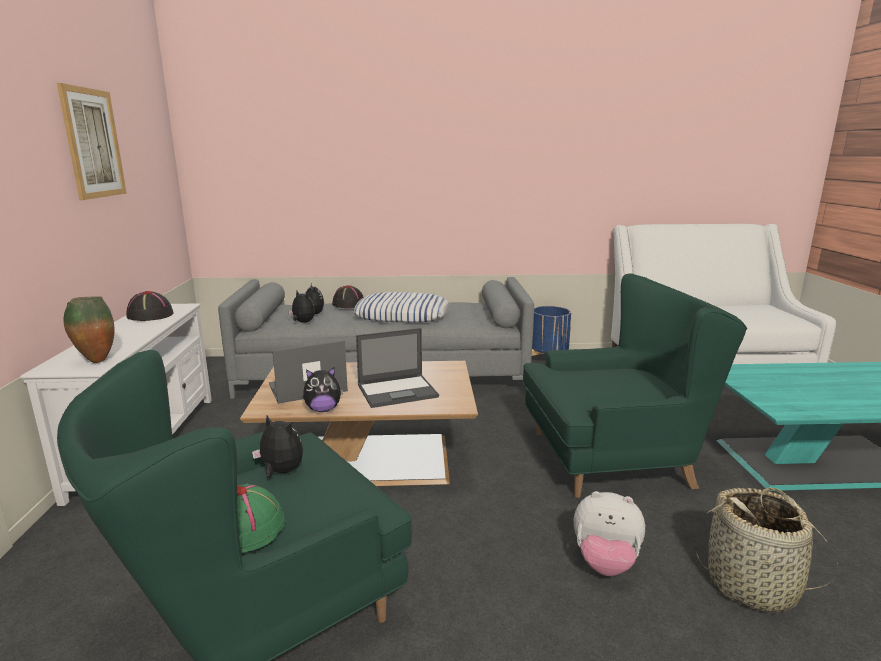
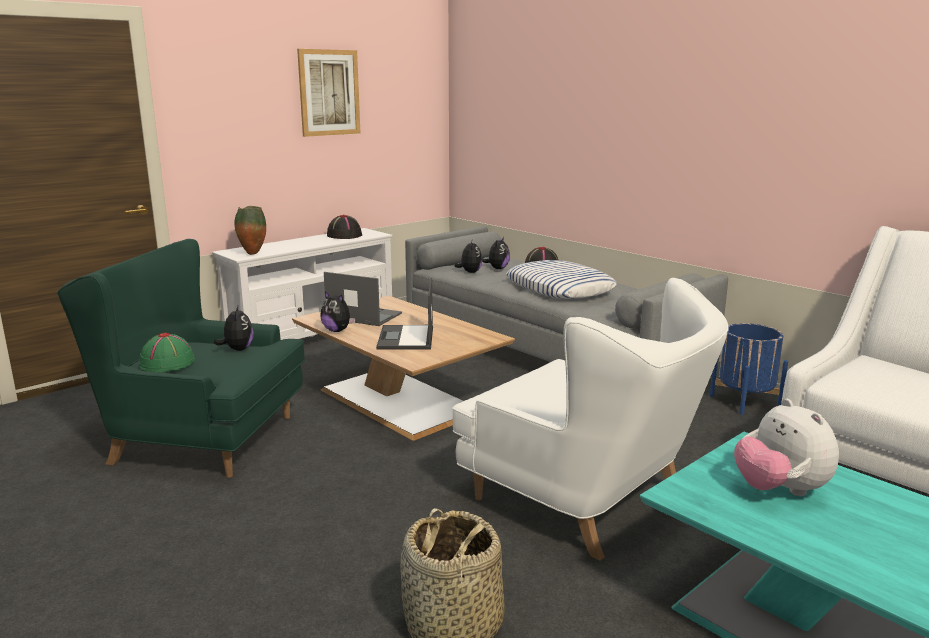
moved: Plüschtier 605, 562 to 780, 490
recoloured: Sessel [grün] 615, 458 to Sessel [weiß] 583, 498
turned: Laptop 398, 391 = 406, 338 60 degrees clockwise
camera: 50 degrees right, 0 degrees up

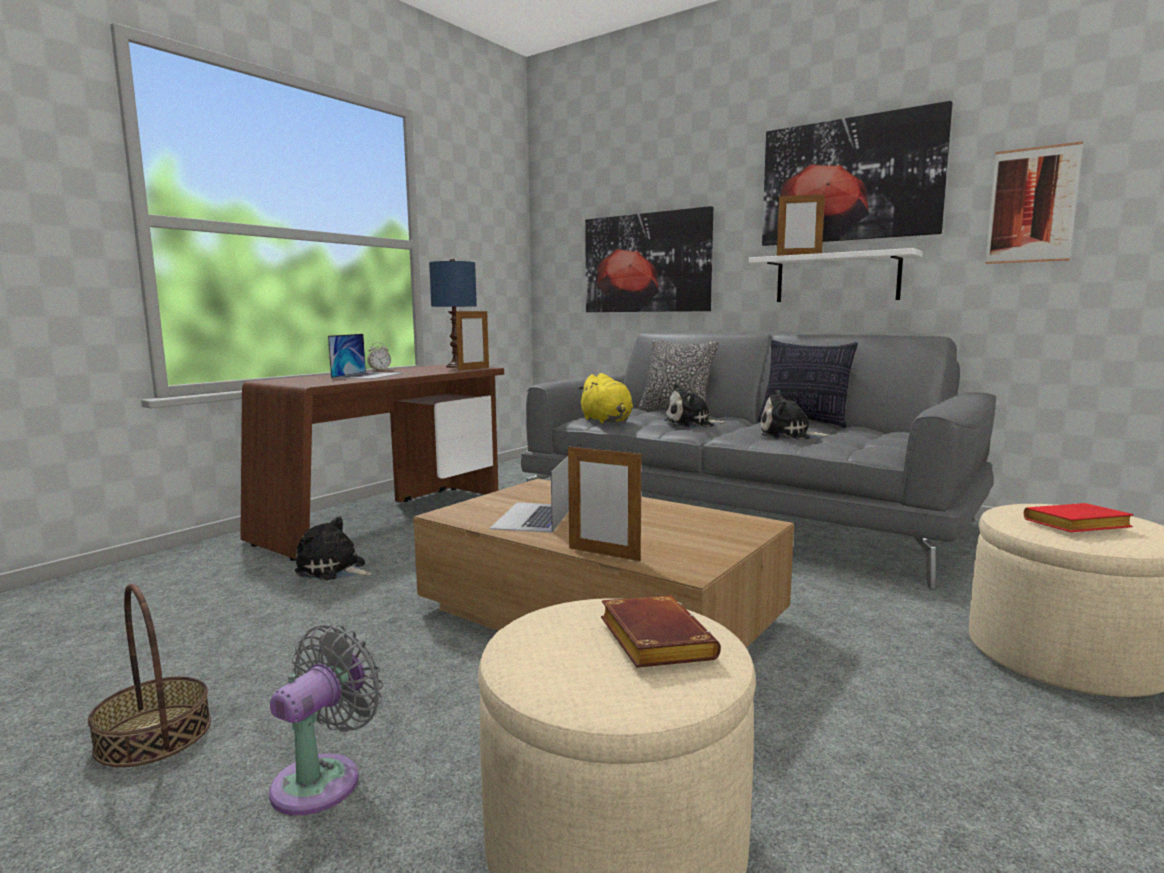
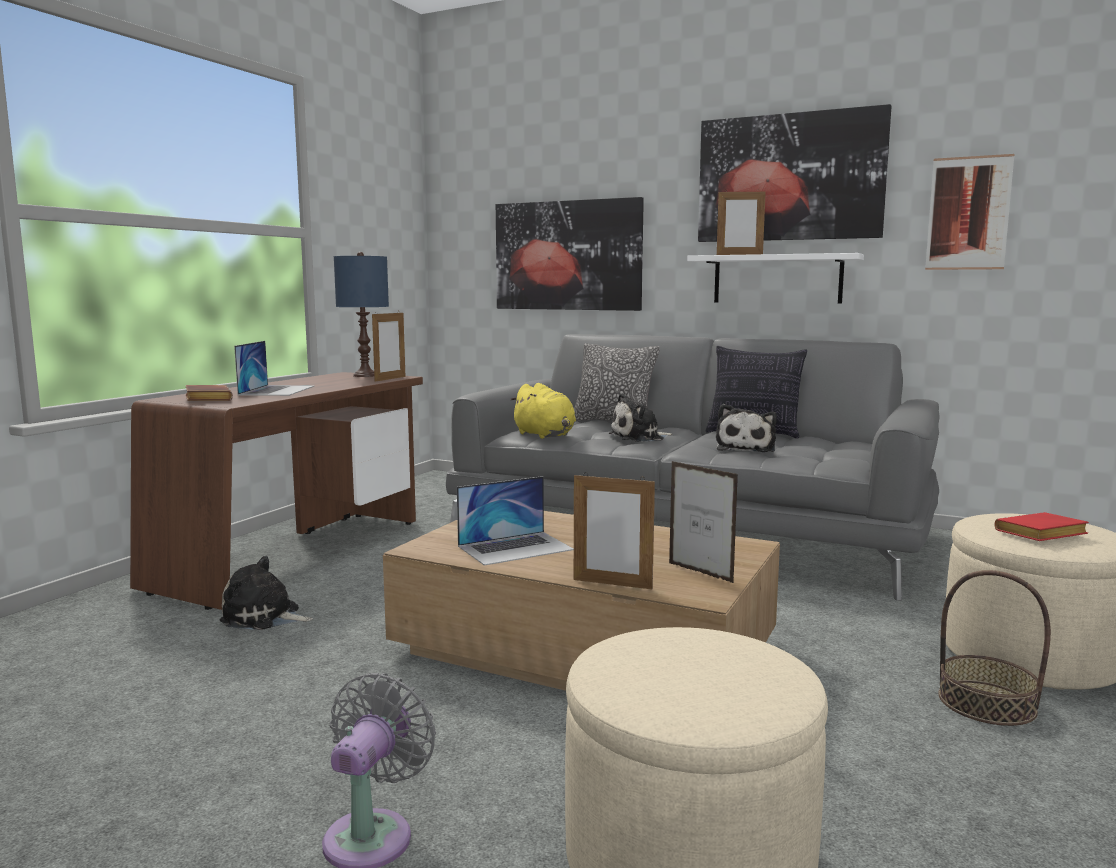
removed: Wecker 379, 370
added: Bilderrahmen 700, 573
moved: Korb 153, 735 to 986, 703; Buch [braun] 651, 640 to 206, 399
turned: Laptop 533, 517 = 515, 548 120 degrees counterclockwise; Plüschtier 788, 435 = 746, 448 75 degrees counterclockwise
camera: 10 degrees left, 0 degrees up

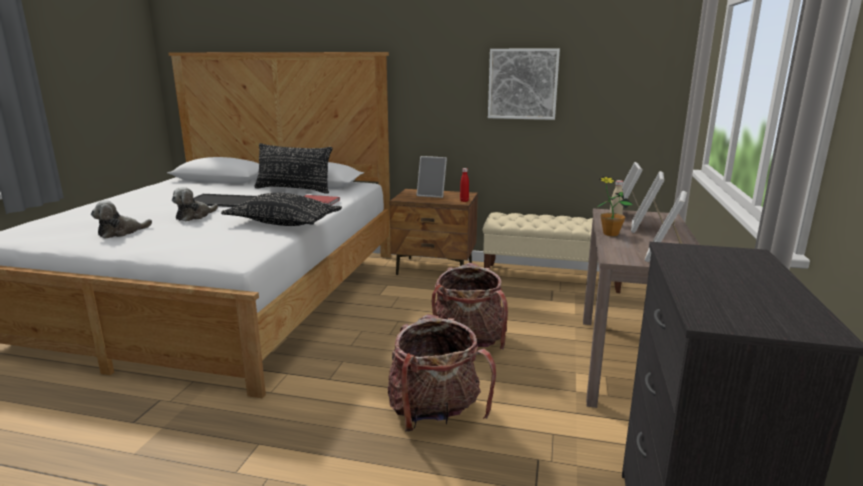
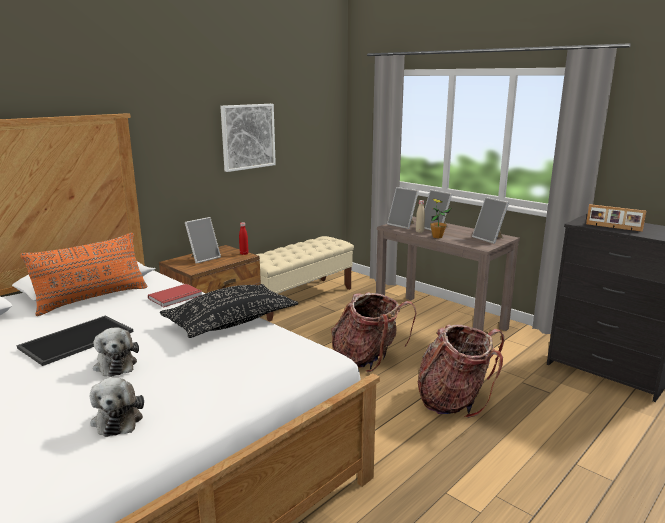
added: Bilderrahmen 613, 227
recoloured: Kissen [schwarz] 294, 189 to Kissen [orange] 92, 299
camera: 60 degrees left, 0 degrees up

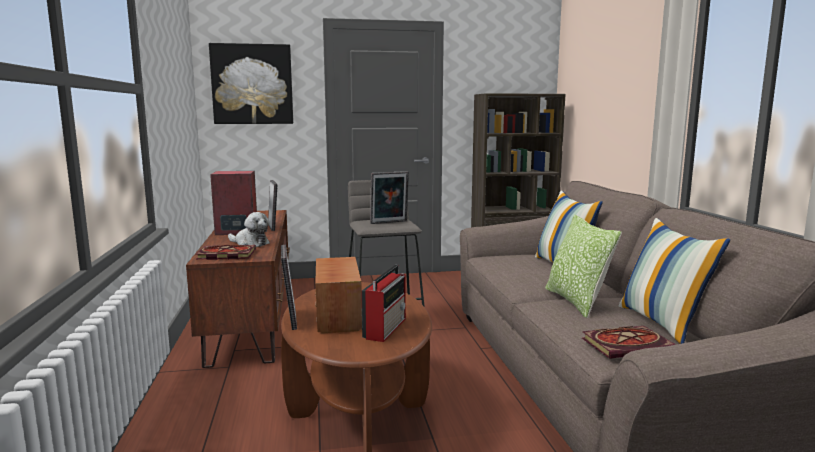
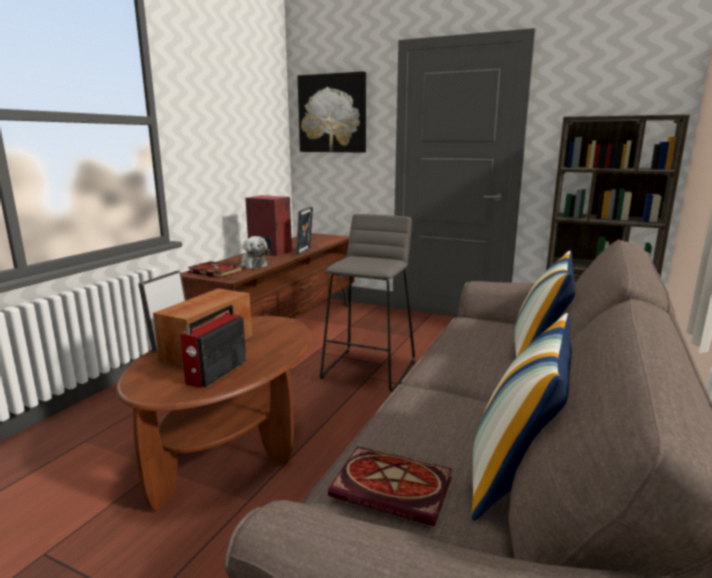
removed: Bilderrahmen 389, 222; Kissen 576, 302
turned: Radio 386, 328 = 215, 372 150 degrees clockwise
camera: 35 degrees right, 5 degrees up

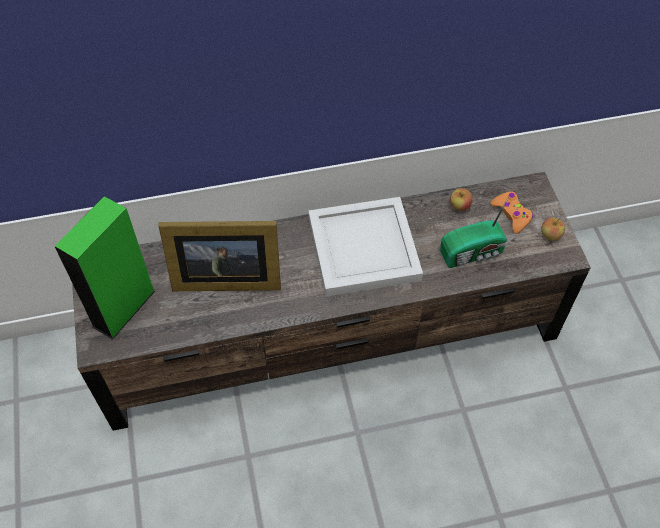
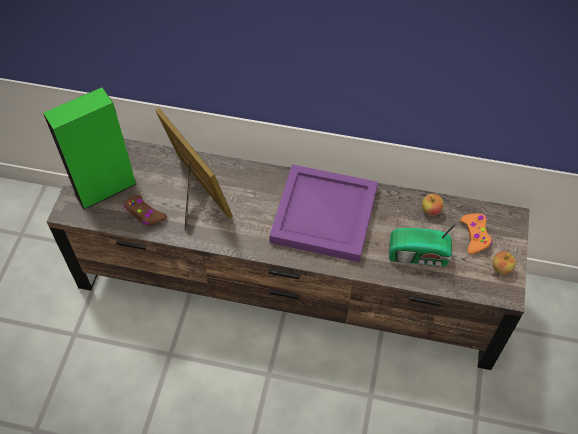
added: Gamepad [braun] 145, 214
recoloured: Tablett [weiß] 365, 247 to Tablett [lila] 326, 214
turned: Bilderrahmen 223, 277 = 195, 194 150 degrees counterclockwise
camera: 25 degrees right, 0 degrees up

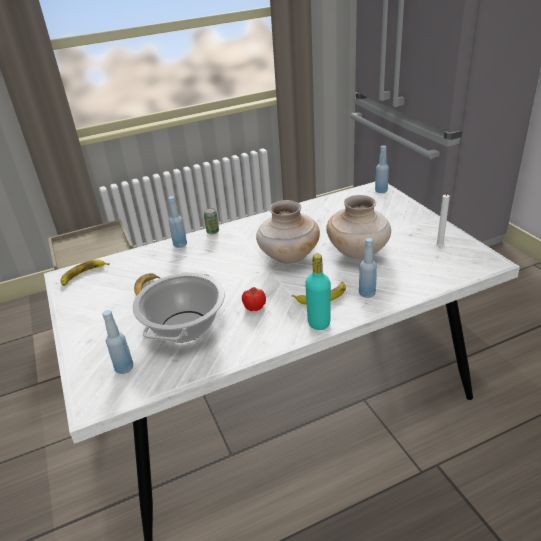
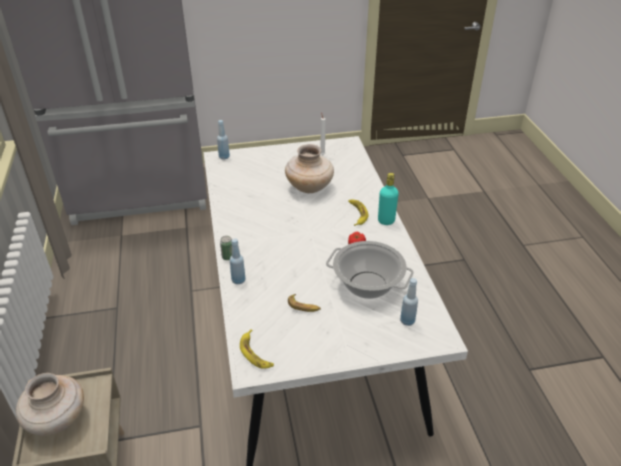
removed: Flasche [blau] 367, 293
moved: Vase [beige] 288, 256 to 57, 420
camera: 80 degrees left, 5 degrees up

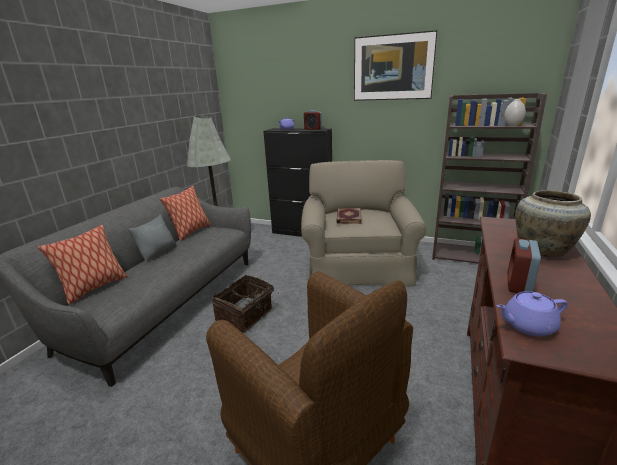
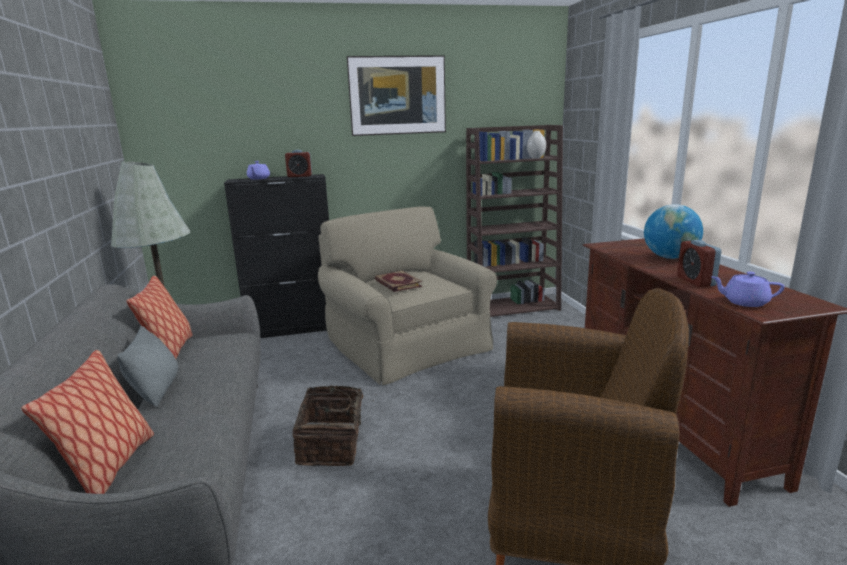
replaced: Vase [beige] 543, 250 to Globus 669, 257
turned: Teekanne [lila] 527, 325 = 744, 302 60 degrees clockwise
camera: 35 degrees left, 5 degrees down

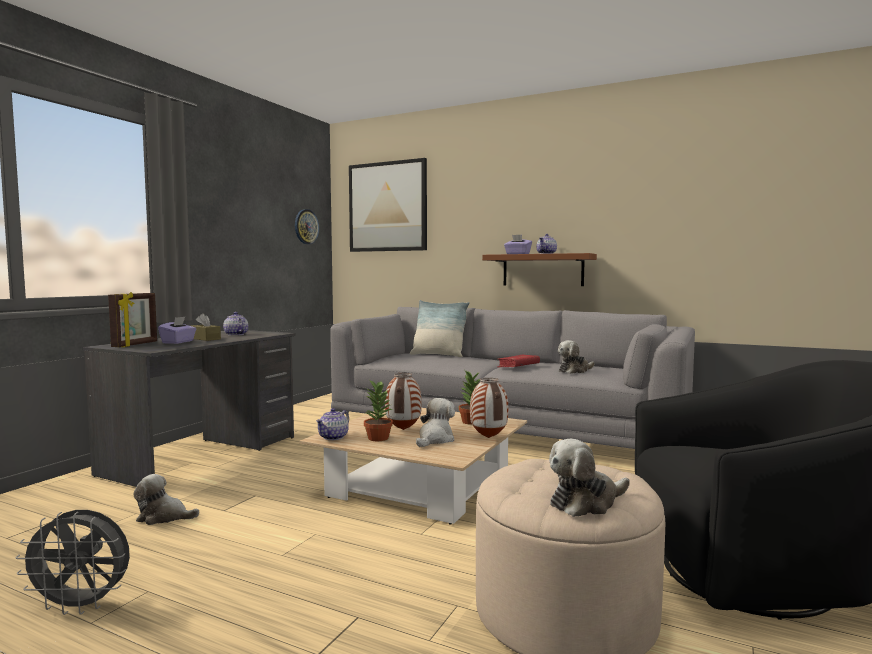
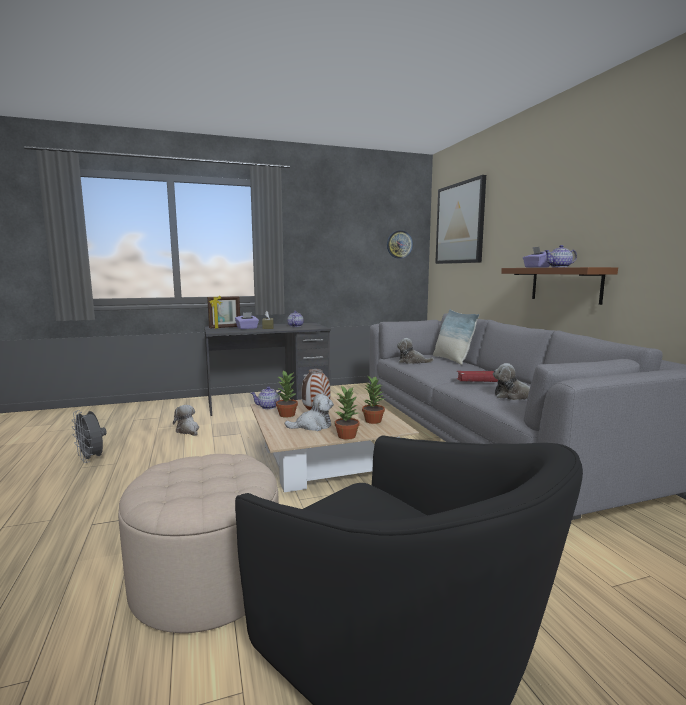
moved: Plüschtier 586, 502 to 412, 362
replaced: Vase 488, 438 to Topfpflanze 347, 436
camera: 45 degrees right, 5 degrees up

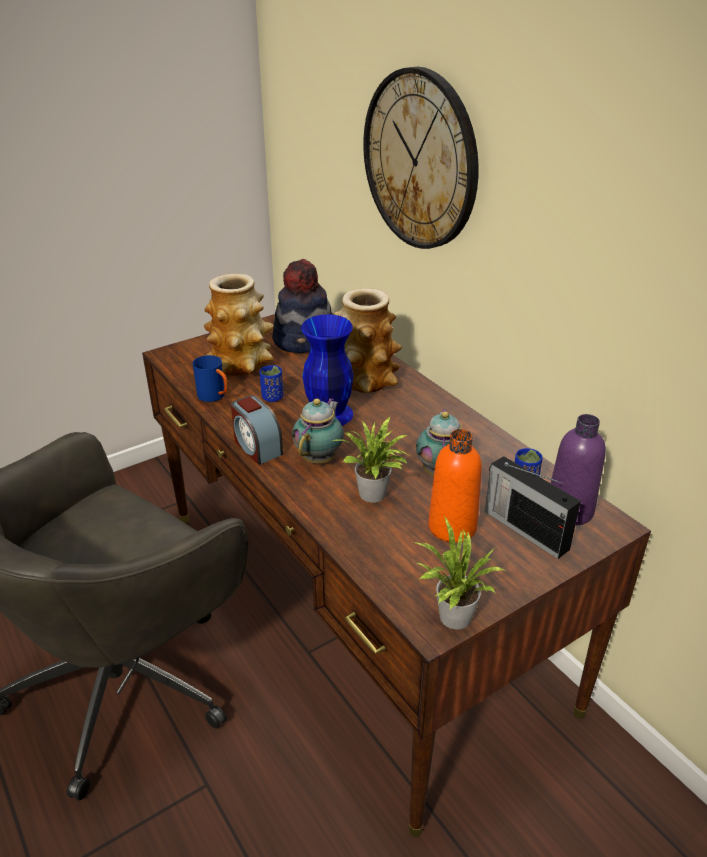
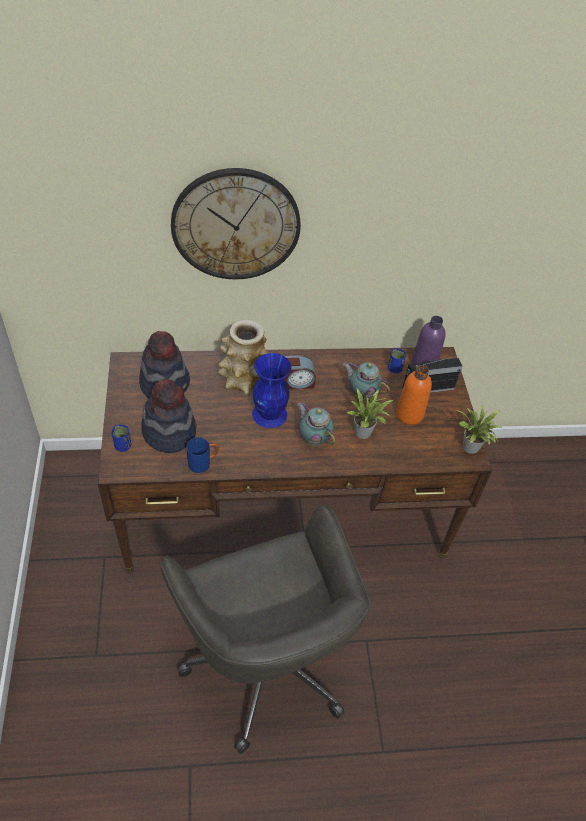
moved: Wecker 257, 447 to 296, 382; Tasse [blau] 272, 397 to 122, 446
replaced: Vase 241, 364 to Hut 169, 432
camera: 65 degrees left, 15 degrees up

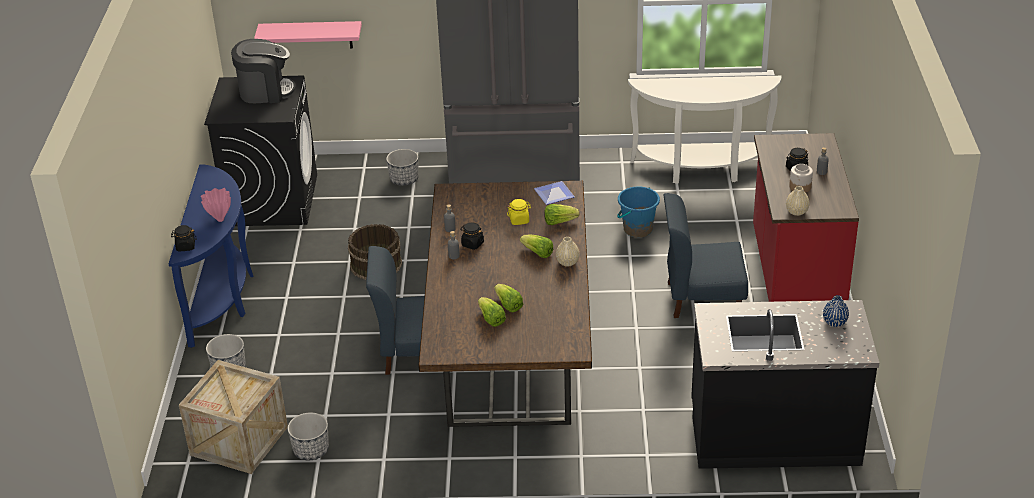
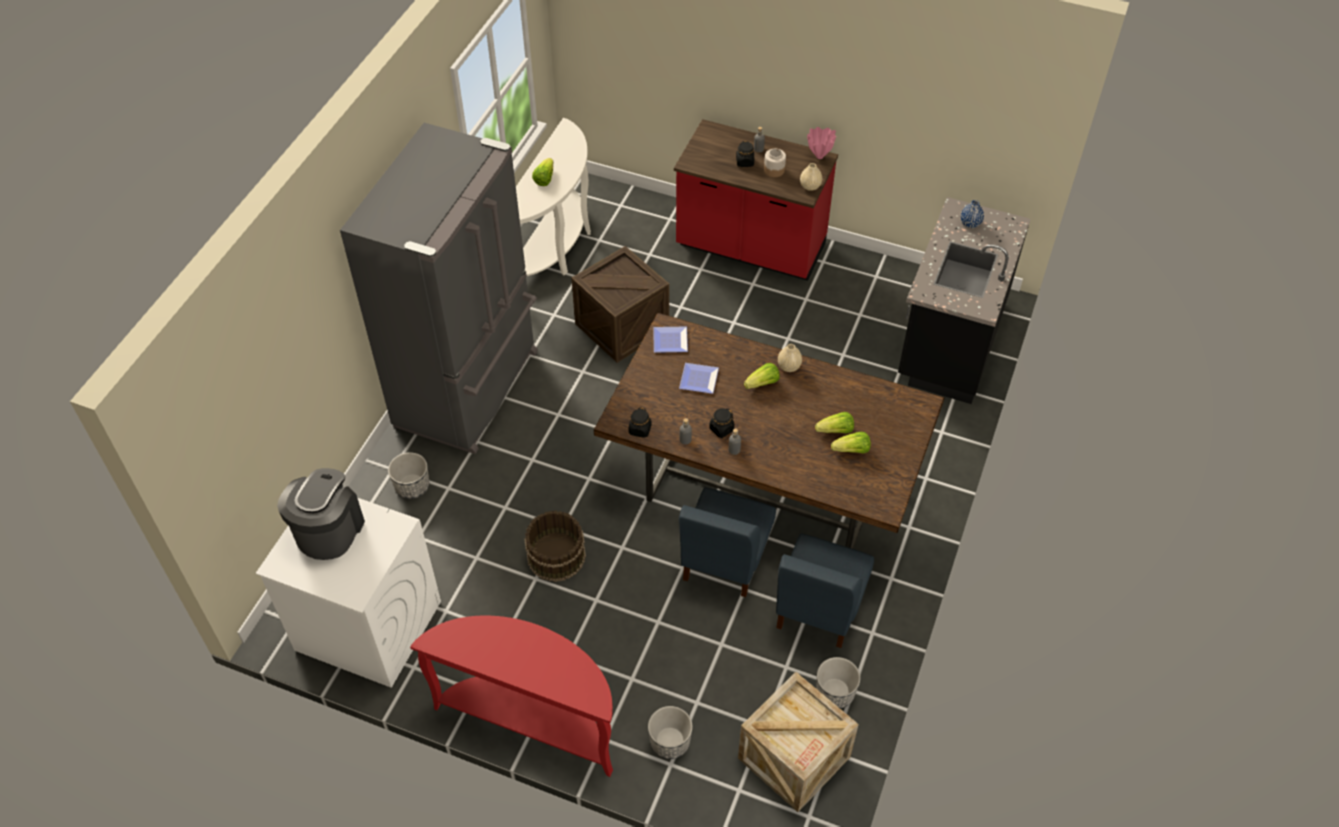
removed: Wandregal [rosa] 311, 35
moved: Vorratsglas [schwarz] 185, 246 to 640, 430; Vase [rosa] 220, 219 to 819, 157; Salatkopf 559, 221 to 544, 178; Stuhl [blau] 702, 298 to 818, 607
replaced: Vorratsglas [gelb] 519, 220 to Teller 700, 380; Eimer [blau] 637, 229 to Kiste 622, 327
recoloured: Konsolentisch [blau] 223, 296 to Konsolentisch [rot] 532, 719; Waschmaschine [schwarz] 272, 200 to Waschmaschine [weiß] 367, 625
camera: 70 degrees left, 15 degrees up

